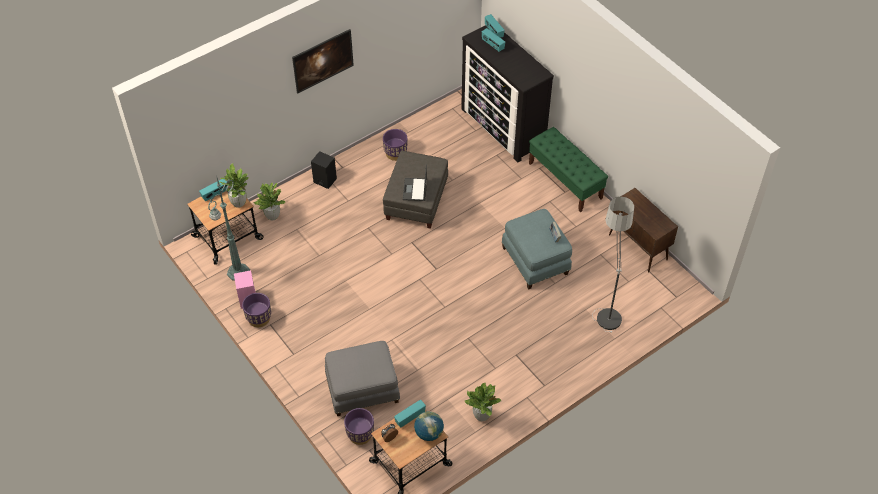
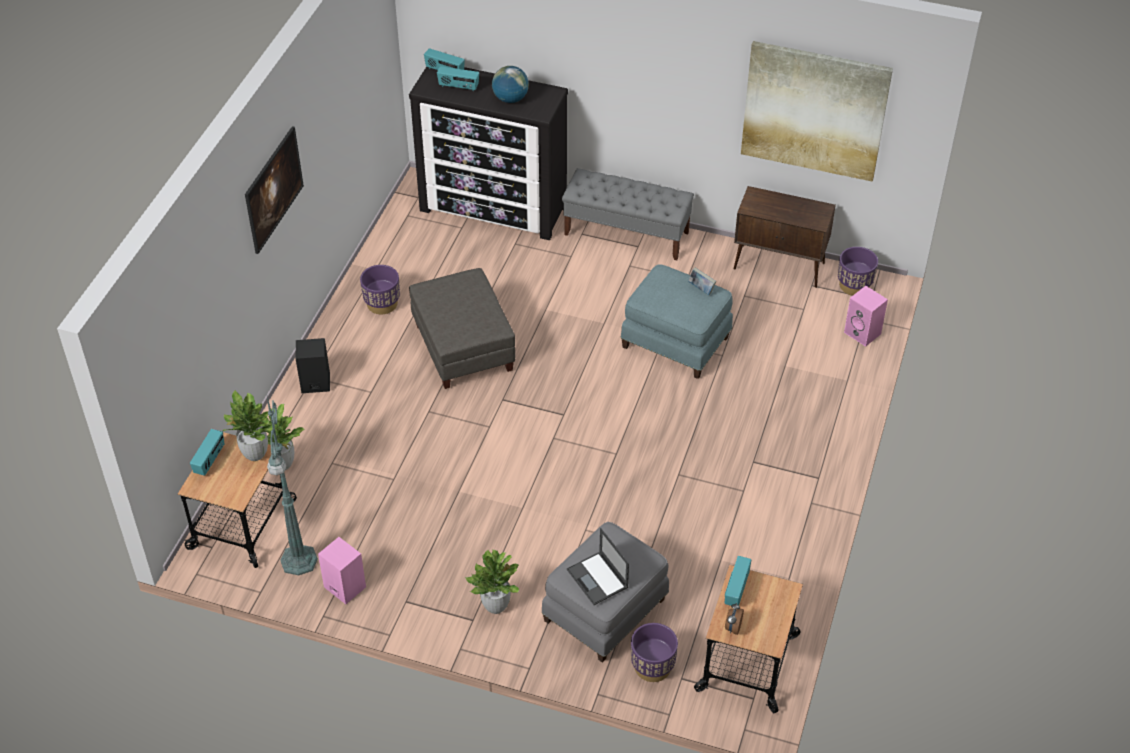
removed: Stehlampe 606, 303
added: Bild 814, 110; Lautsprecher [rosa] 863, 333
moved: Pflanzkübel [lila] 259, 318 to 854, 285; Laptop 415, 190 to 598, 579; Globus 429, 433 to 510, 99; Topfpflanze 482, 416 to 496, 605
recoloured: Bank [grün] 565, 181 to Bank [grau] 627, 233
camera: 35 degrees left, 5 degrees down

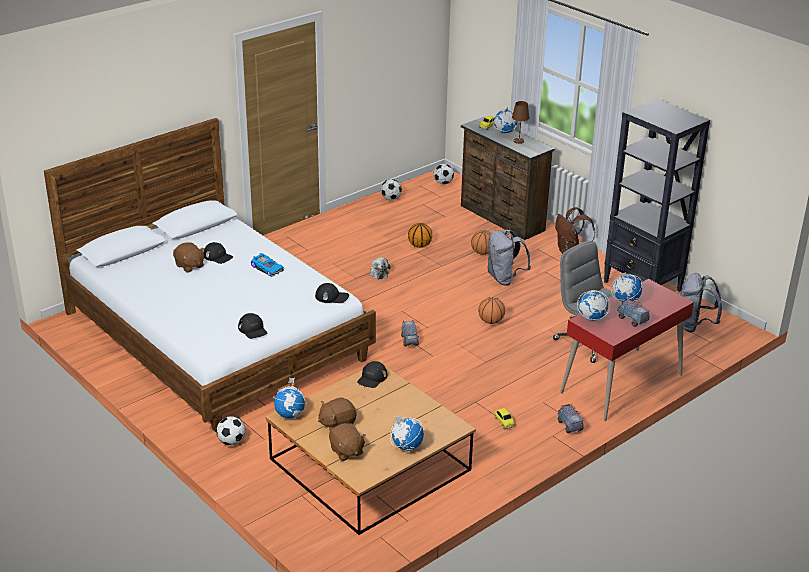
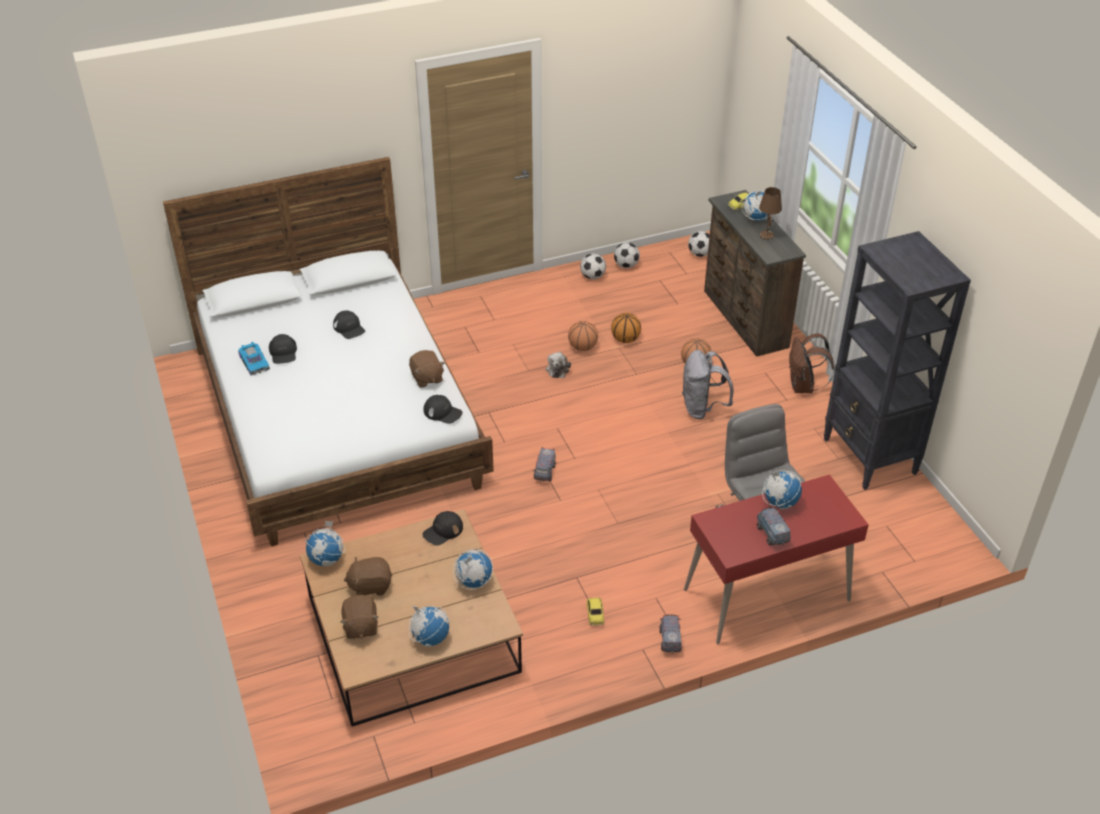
removed: Rucksack [grau] 694, 326
moved: Plüschtier [braun] 189, 266 to 426, 378; Fußball 232, 442 to 593, 277; Kappe [schwarz] 253, 329 to 283, 353; Spielzeugauto 267, 268 to 255, 362; Basketball 491, 321 to 582, 347; Globus 591, 318 to 473, 581
camera: 20 degrees right, 10 degrees up

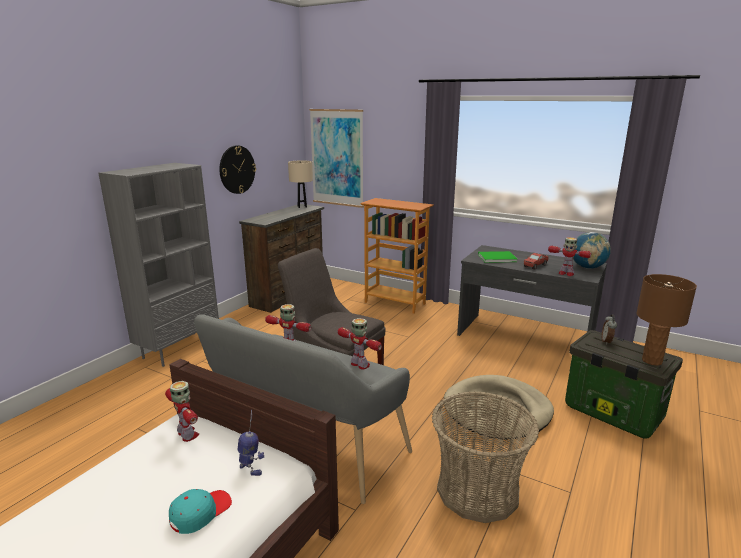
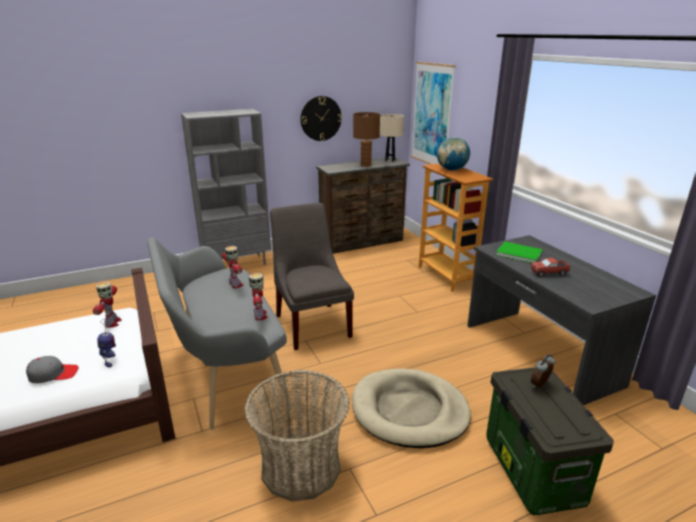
removed: Spielzeugroboter 565, 273
moved: Globus 587, 267 to 451, 170; Tischlampe [braun] 652, 360 to 366, 165
recoloured: Kappe [türkis] 200, 513 to Kappe [grau] 53, 374
camera: 35 degrees right, 5 degrees up

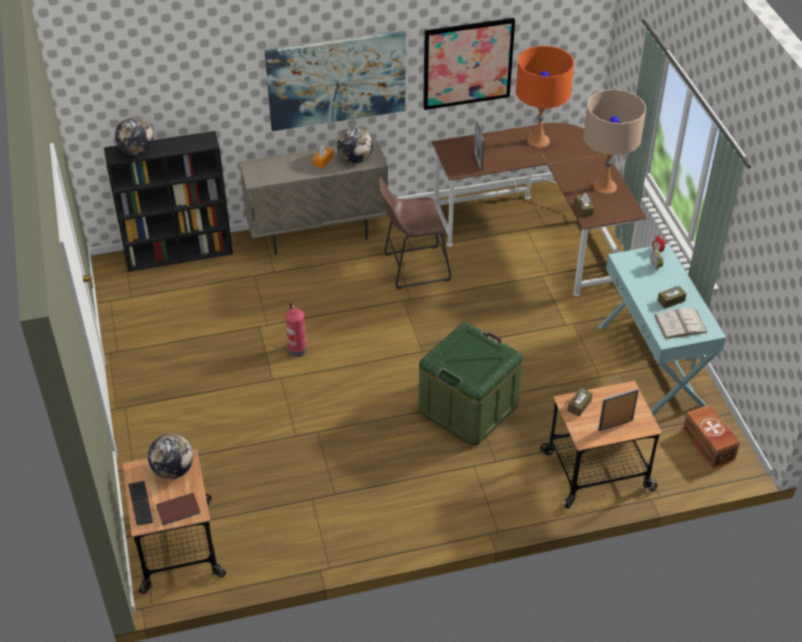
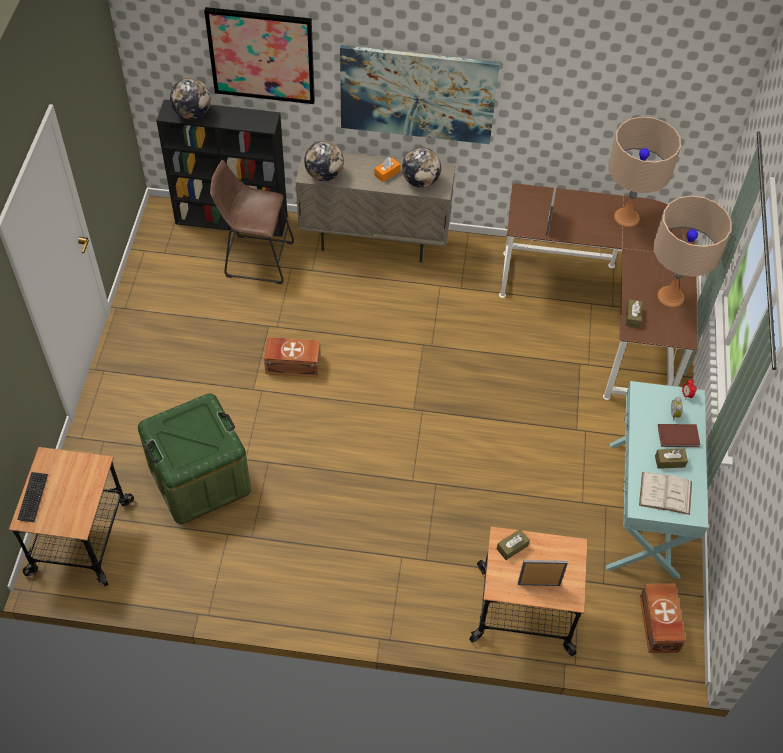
moved: Globus 173, 470 to 324, 175; Buch [braun] 179, 510 to 679, 437; Hocker [braun] 412, 267 to 255, 258; Aufbewahrungsbox [grün] 468, 408 to 199, 478; Bild 467, 63 to 261, 55
replaced: Feuerlöscher 297, 349 to Aufbewahrungsbox [braun] 292, 364
recoloured: Tischlampe [orange] 538, 140 to Tischlampe [beige] 626, 217
camera: 20 degrees right, 10 degrees up

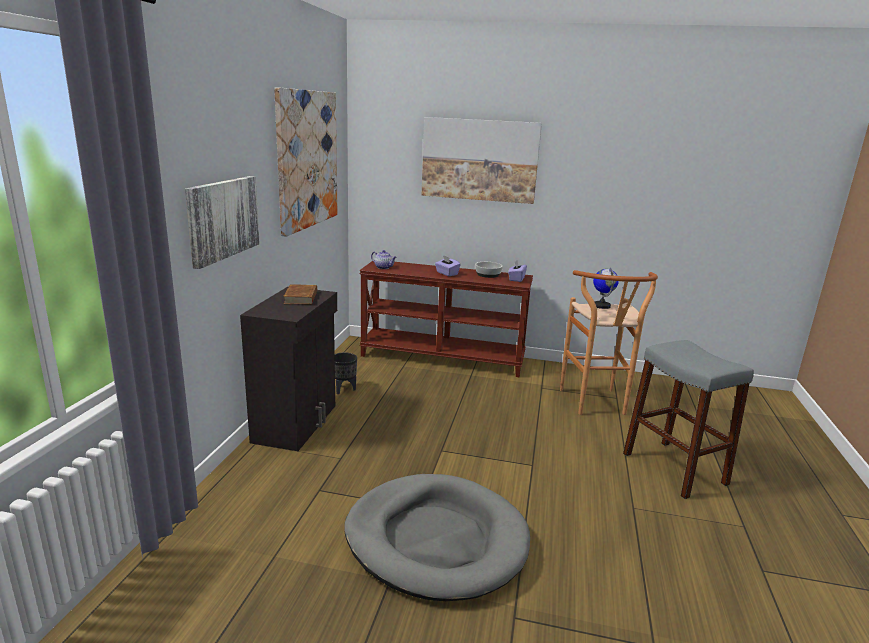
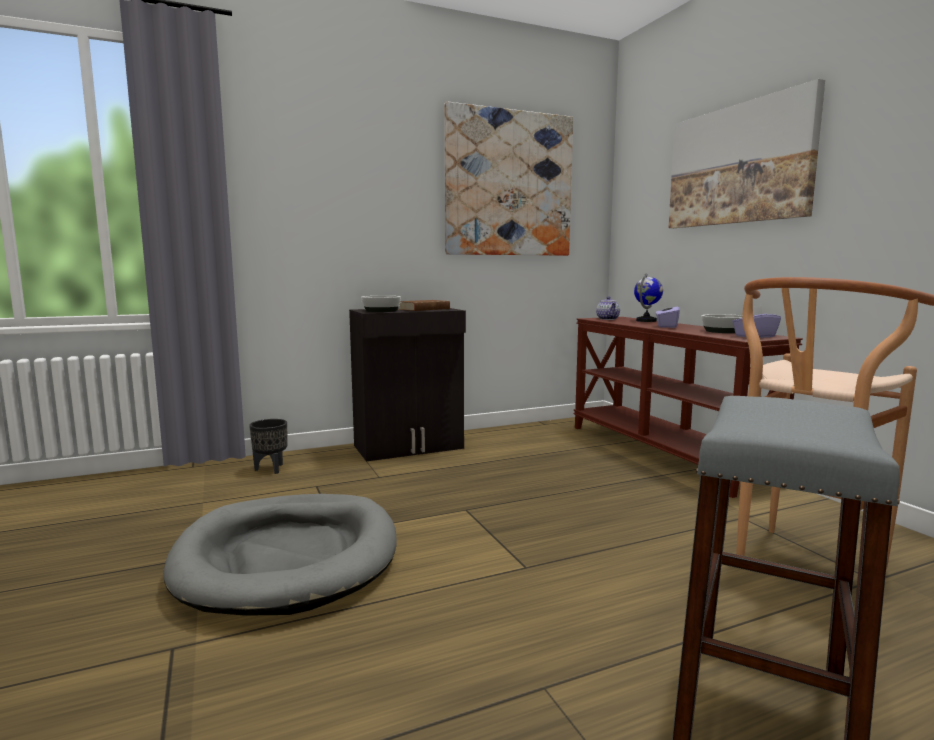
removed: Bild 222, 219
added: Schüssel 381, 311
moved: Pflanzkübel [schwarz] 344, 389 to 271, 469; Globus 601, 306 to 646, 321
camera: 55 degrees right, 10 degrees down

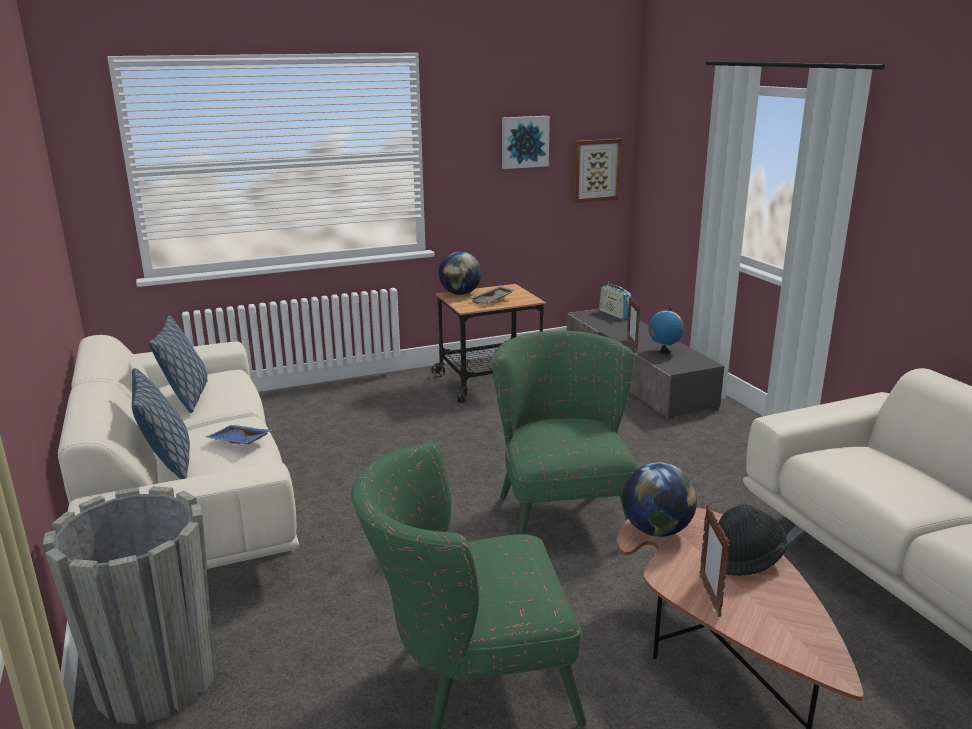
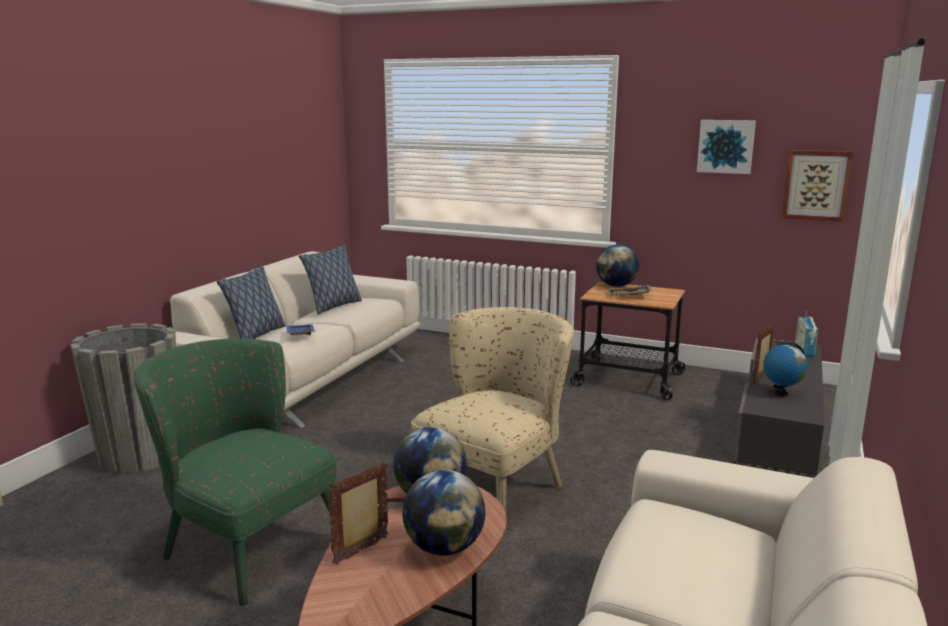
replaced: Hut [schwarz] 745, 559 to Globus 444, 548
recoloured: Sessel [grün] 561, 511 to Sessel [beige] 496, 484
camera: 45 degrees right, 5 degrees down

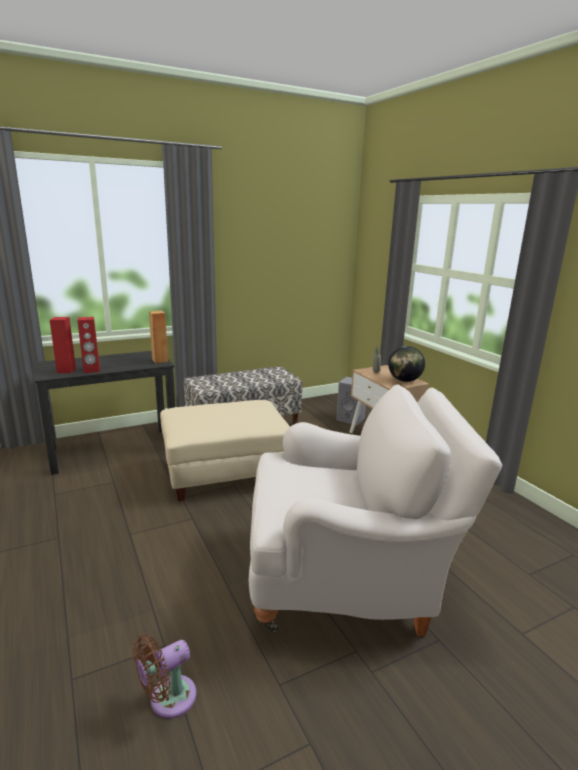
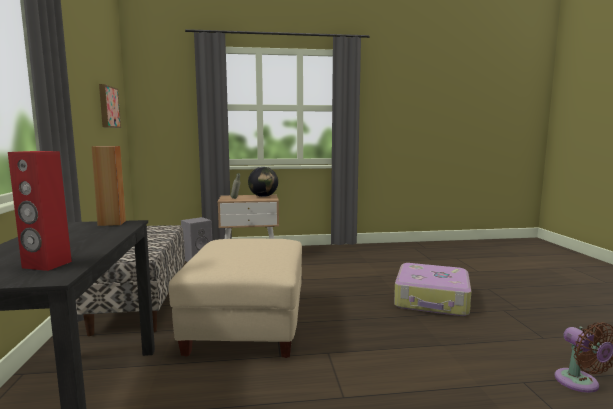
removed: Lautsprecher [rot] 92, 370
added: Bild 108, 107
replaced: Sessel [weiß] 348, 577 to Koffer 432, 300
camera: 70 degrees left, 10 degrees down

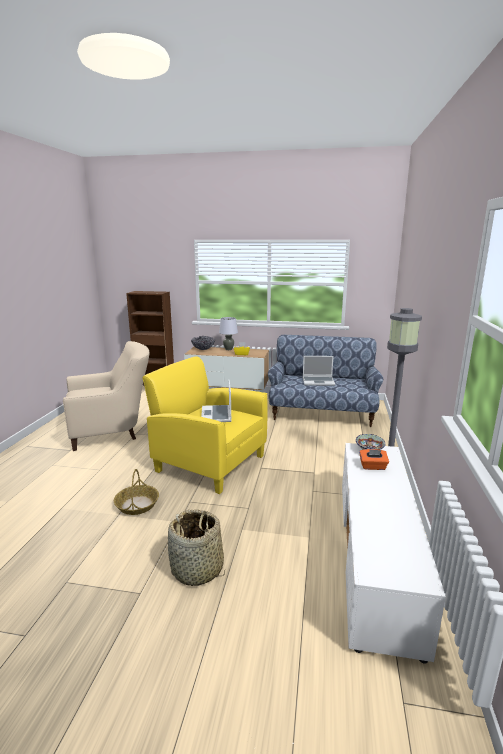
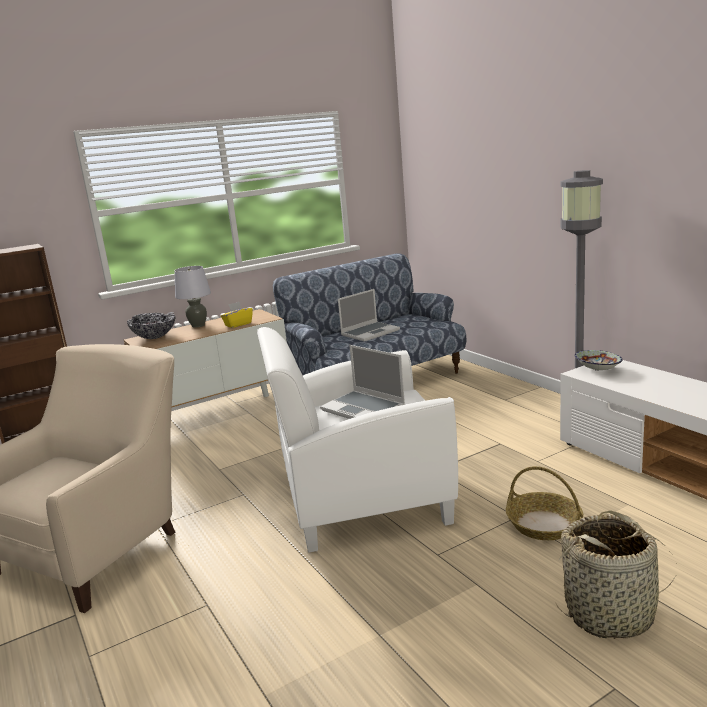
removed: Taschentuchbox [orange] 373, 467
moved: Korb 137, 505 to 544, 524
recoloured: Sessel [gelb] 209, 463 to Sessel [weiß] 362, 499
camera: 40 degrees left, 0 degrees up

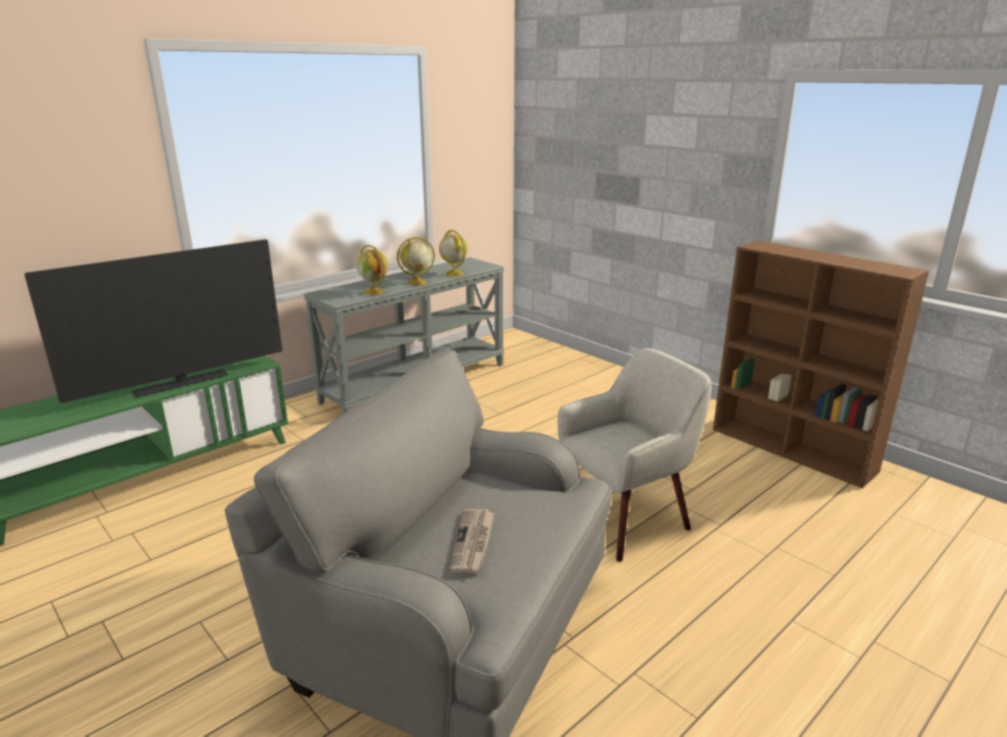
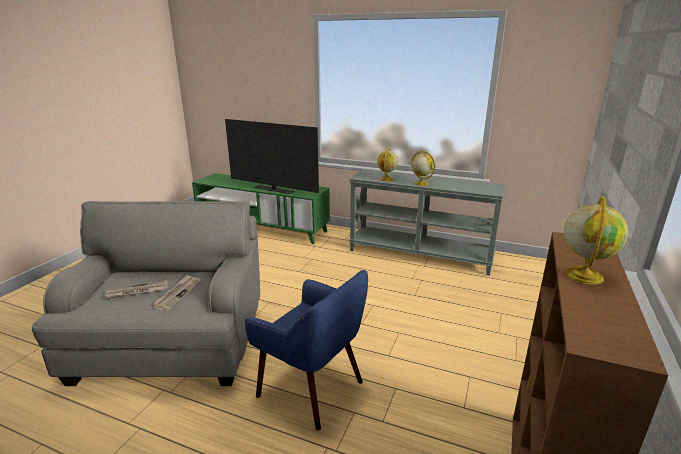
added: Zeitung 178, 294
moved: Globus 454, 273 to 583, 275
recoloured: Sessel [beige] 625, 518 to Sessel [blau] 312, 388
camera: 65 degrees right, 0 degrees up

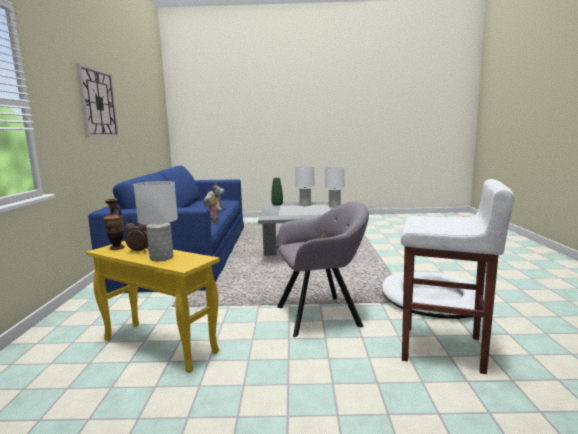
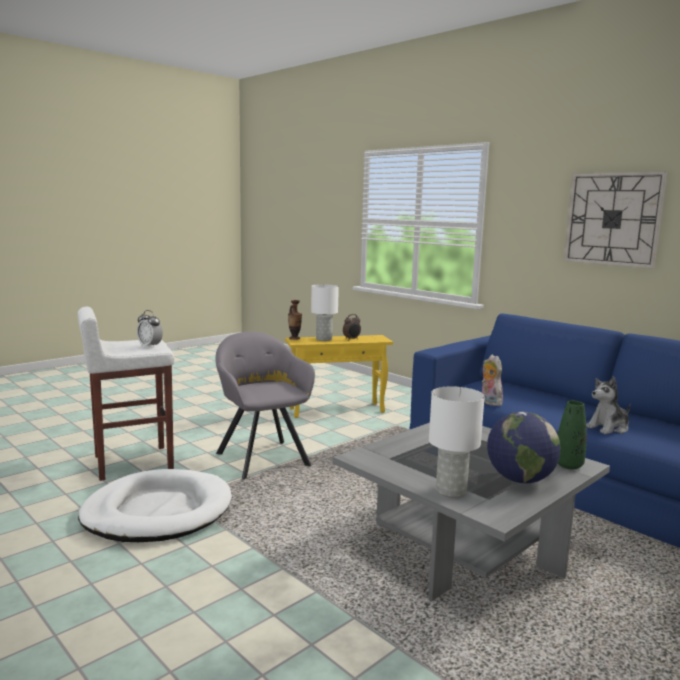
added: Wecker 150, 346
moved: Vase 117, 248 to 294, 338
replaced: Tischlampe [weiß] 305, 205 to Globus 520, 479
turned: Sessel [grau] 322, 315 = 262, 457 120 degrees clockwise
camera: 135 degrees right, 0 degrees up

